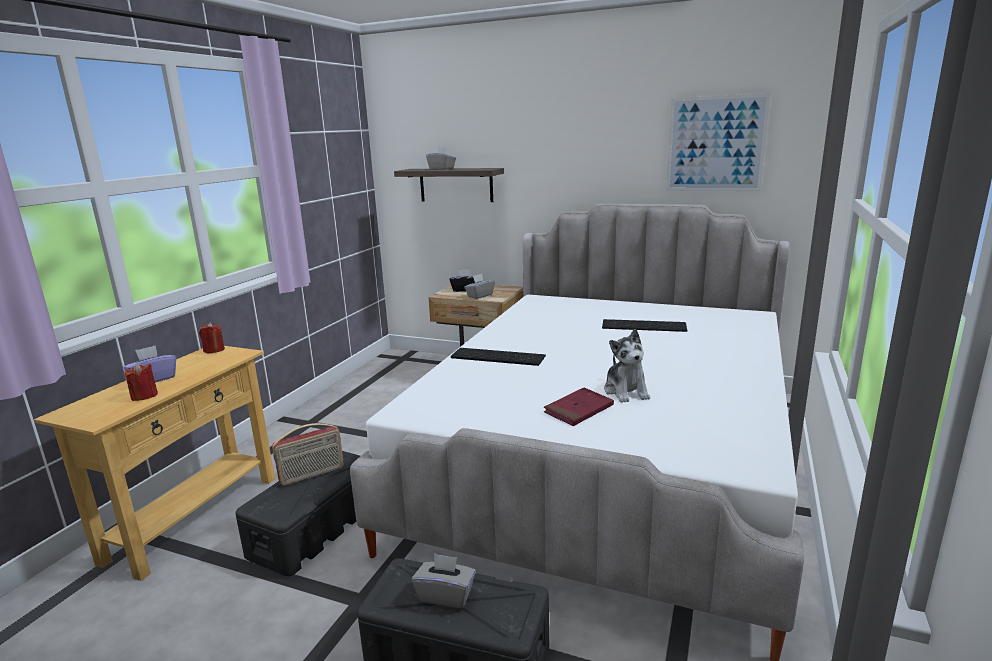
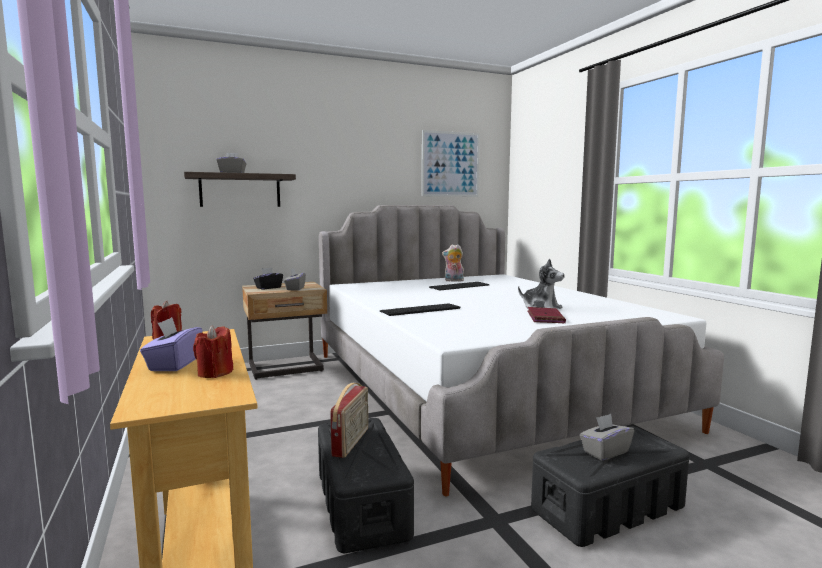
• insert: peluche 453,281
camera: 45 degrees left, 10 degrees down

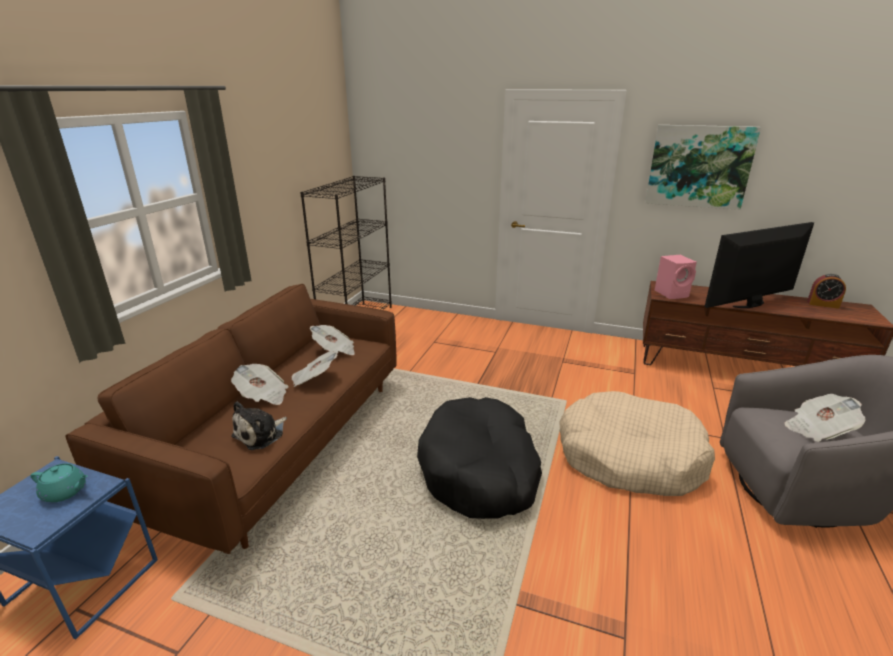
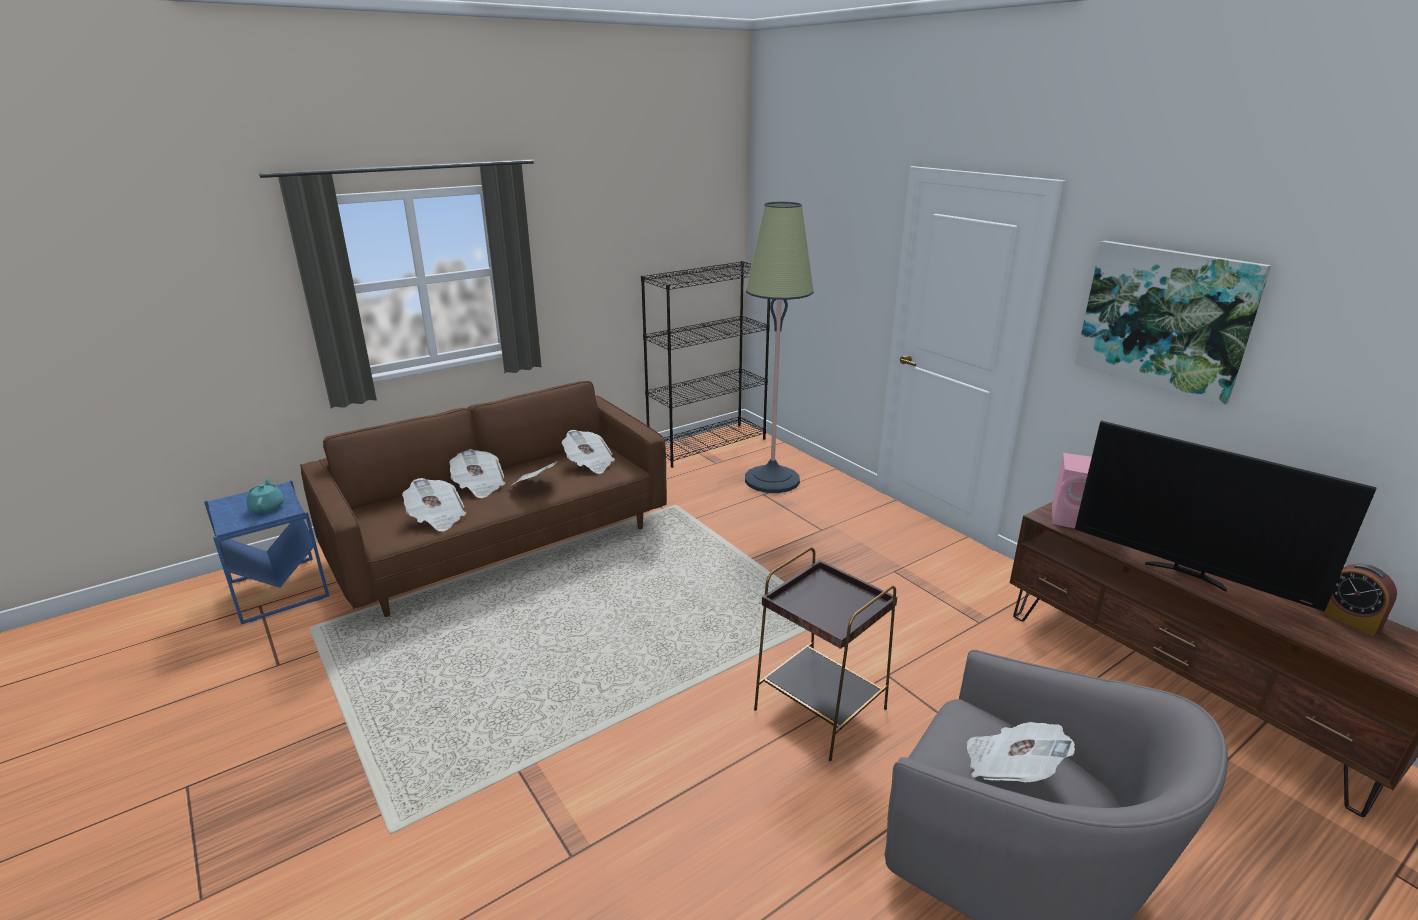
• rotate: théière (turquoise) 65,492 = 267,507 150 degrees counterclockwise
• replace: peluche 261,434 to journal 437,518
• insert: lampadaire 772,480
• replace: panier pour chien (beige) 629,457 to table d'appoint (marron) 820,710
• rotate: téléviseur 751,305 = 1187,574 150 degrees counterclockwise
• delete: panier pour chien (noir) 480,470
camera: 35 degrees right, 0 degrees up

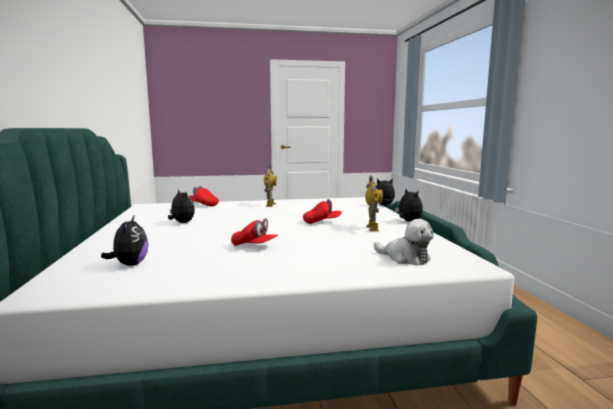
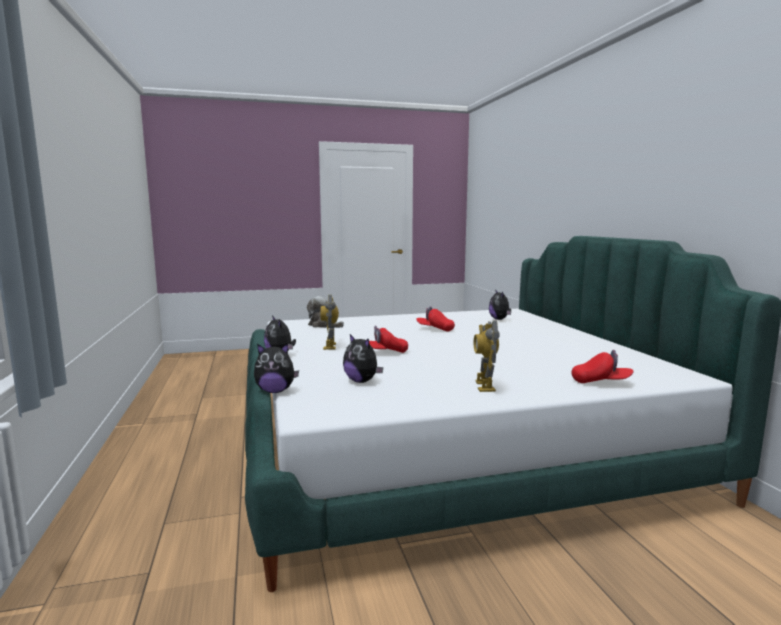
• move: peluche 182,223 to 362,381
camera: 175 degrees right, 0 degrees up

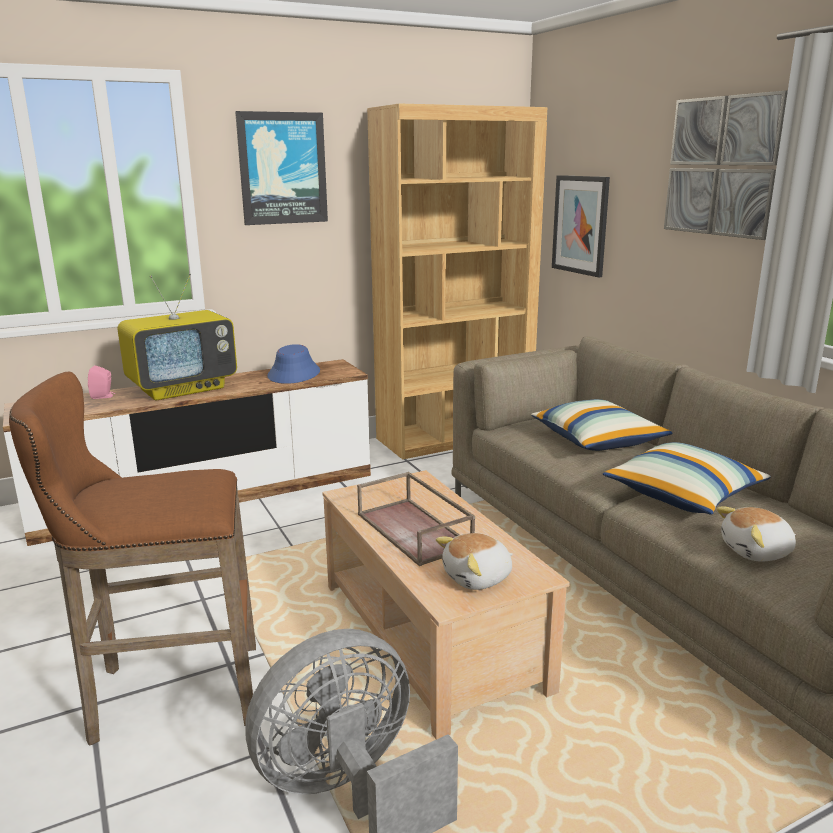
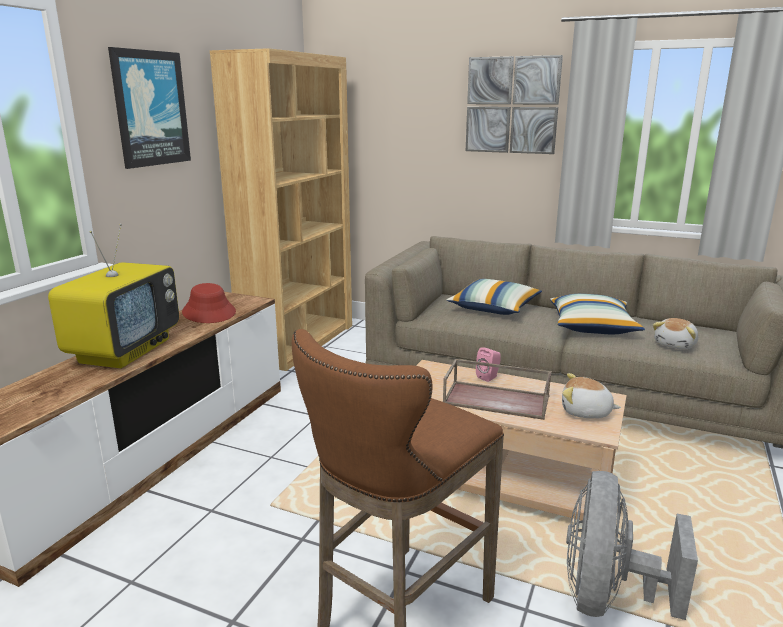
• recolor: chapeau (bleu) 294,374 to chapeau (rouge) 209,312
• move: enceinte (rose) 103,396 to 489,377
• rotate: peluche 478,578 = 586,412 90 degrees clockwise
• delete: tableau 580,225
camera: 40 degrees left, 0 degrees up

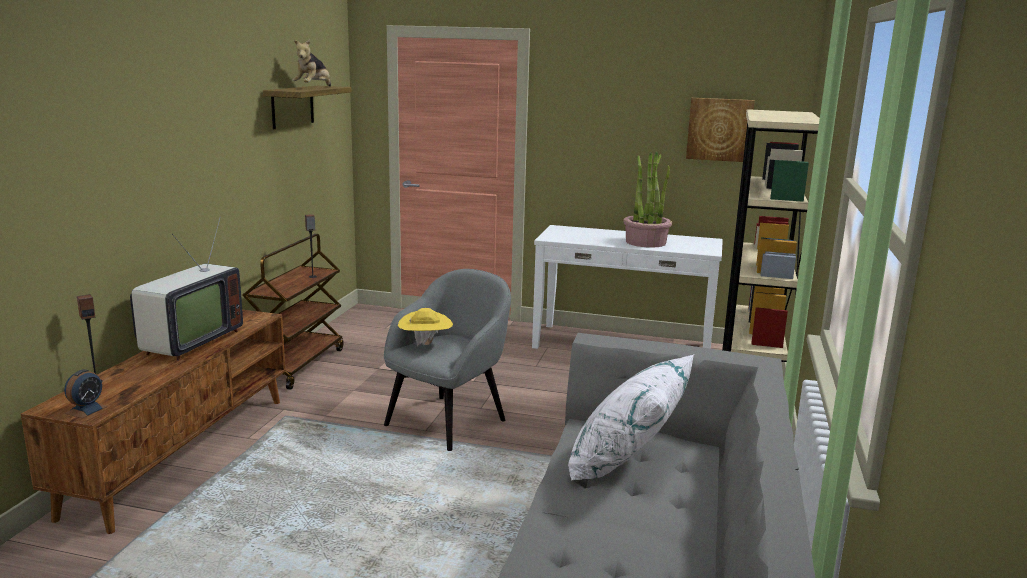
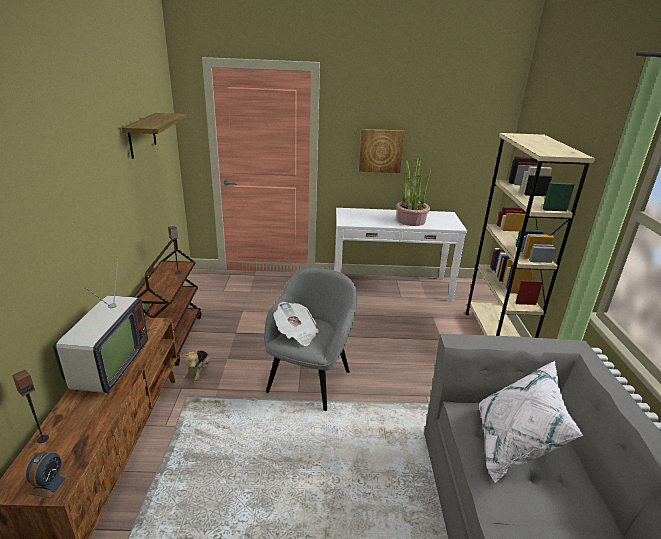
• move: peluche 313,88 to 198,372
• replace: chapeau (jaune) 425,344 to journal 296,333
• move: tableau 719,129 to 381,150
camera: 15 degrees left, 10 degrees up

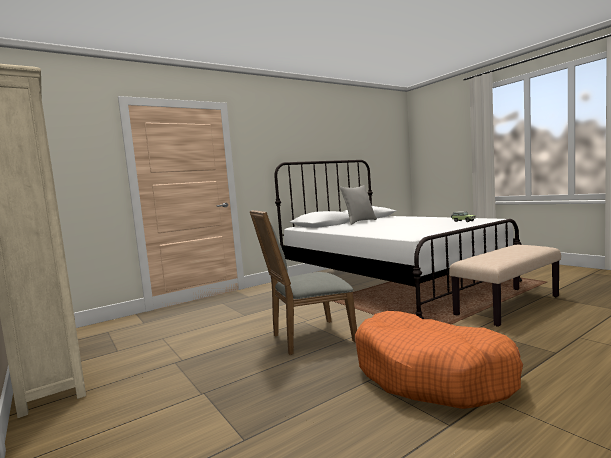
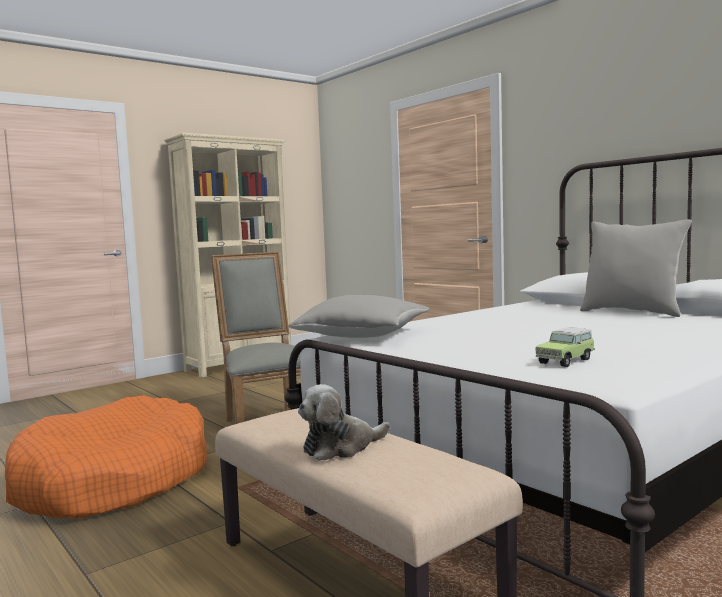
• insert: coussin (gris) 363,335
• insert: peluche 341,447
camera: 85 degrees right, 0 degrees up

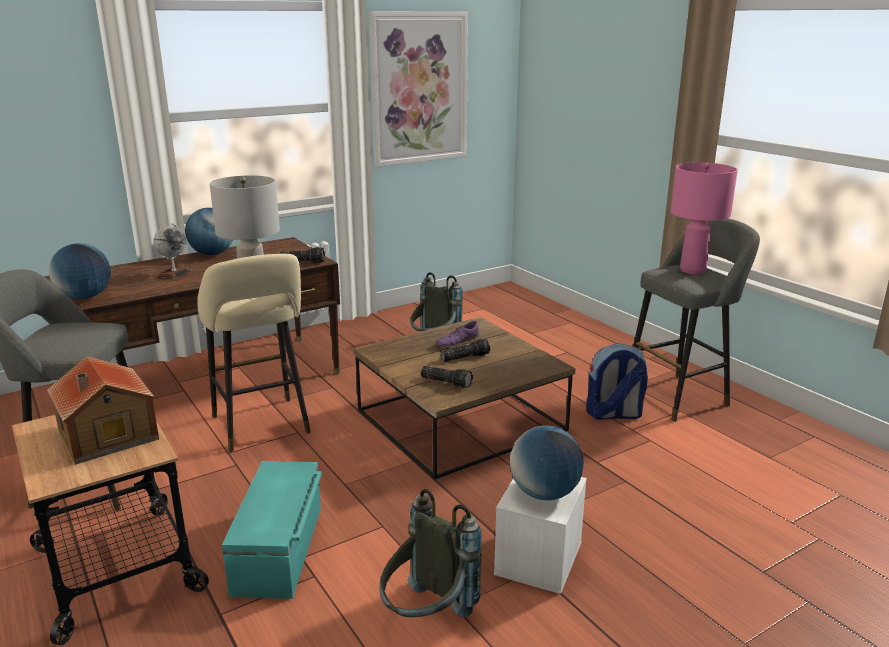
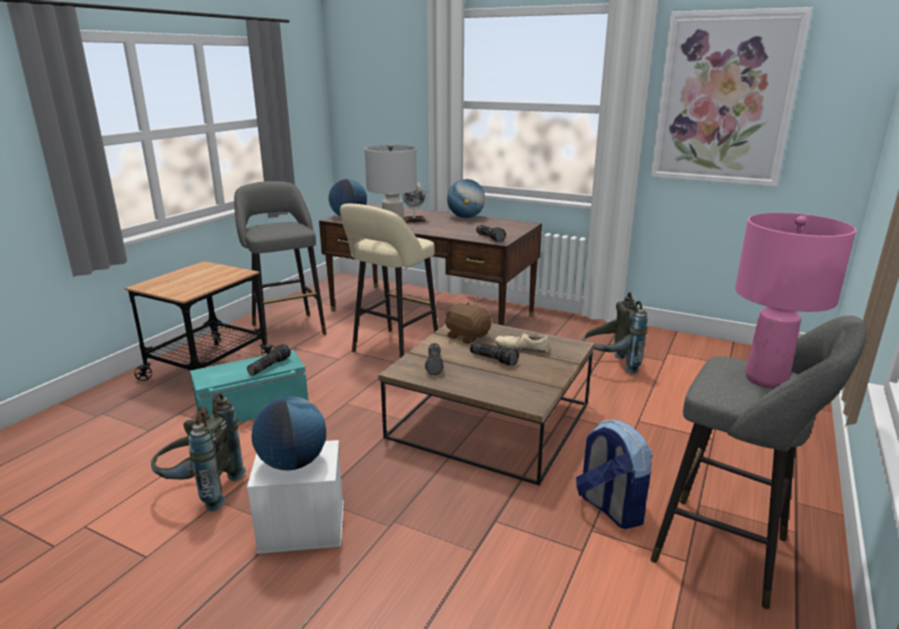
• insert: lampe de poche 269,366
• insert: peluche (marron) 467,336
• recolor: chaussure (violet) 457,342 to chaussure (beige) 521,348
• delete: maison miniature 106,436
camera: 60 degrees right, 0 degrees up

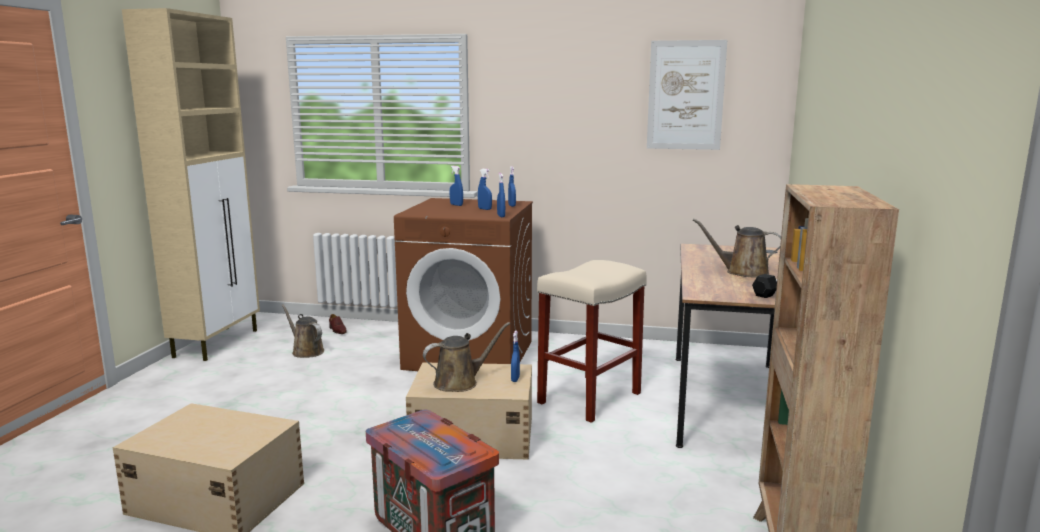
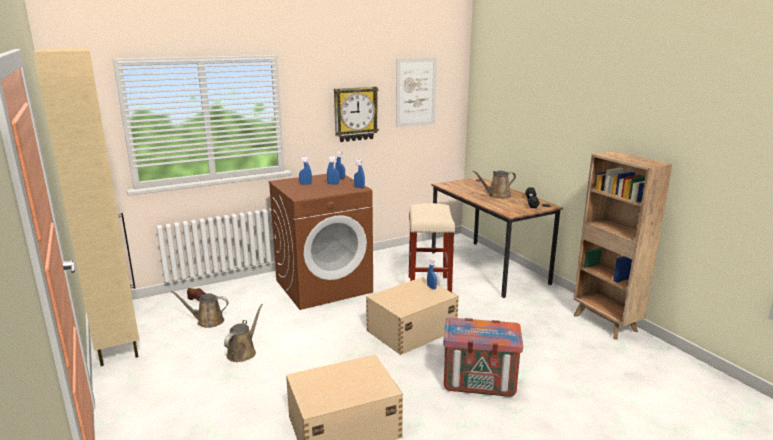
• move: arrosoir (marron) 460,382 to 243,352
• insert: horloge murale 355,114
camera: 40 degrees left, 5 degrees up

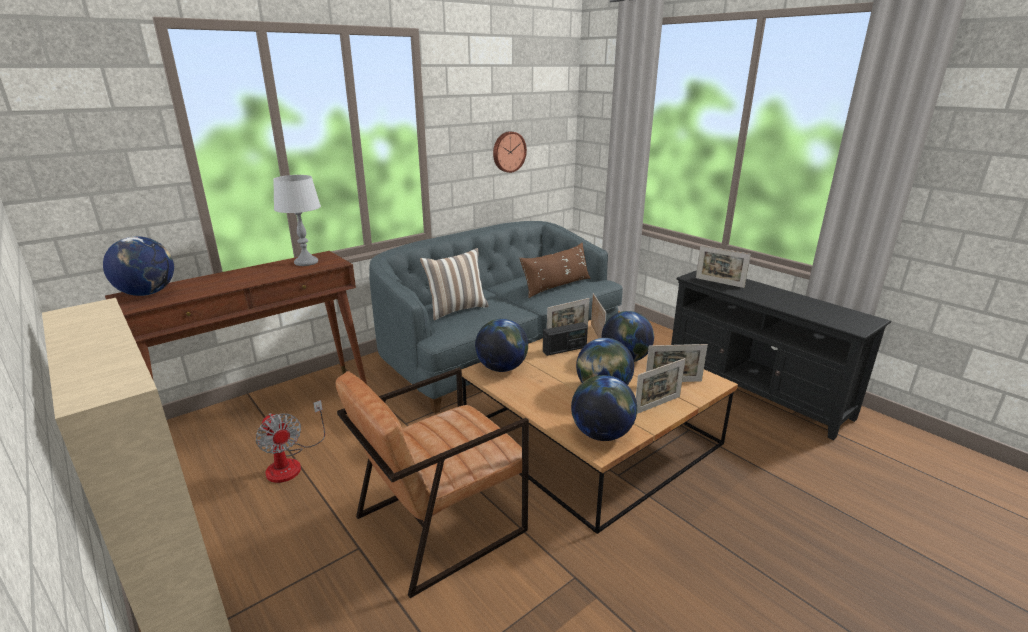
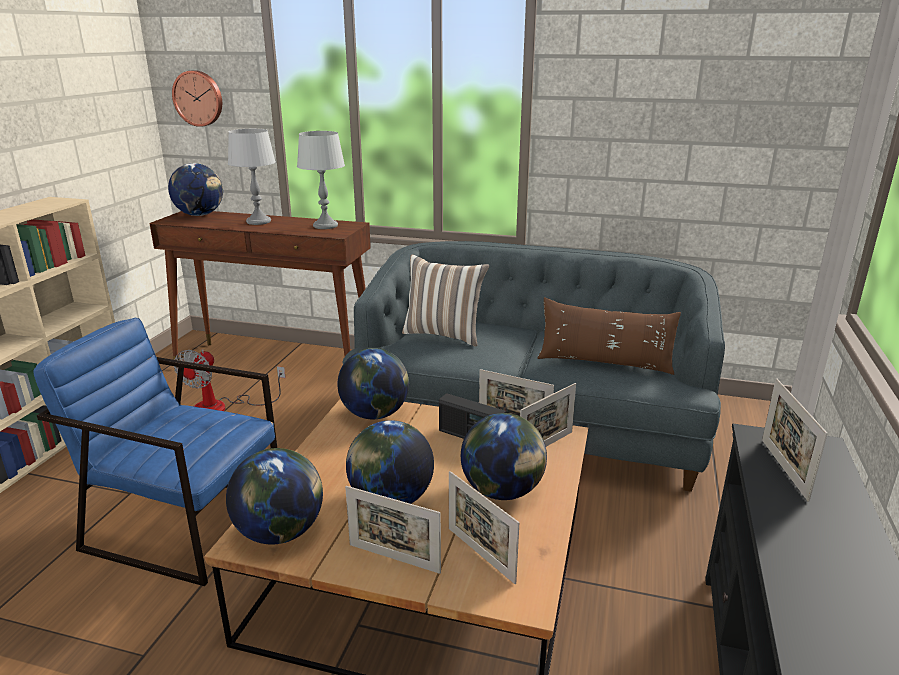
• recolor: fauteuil (marron) 440,523 to fauteuil (bleu) 186,522
• move: horloge murale 508,152 to 199,98
• insert: lampe de table (gris) 258,221
camera: 55 degrees right, 0 degrees up

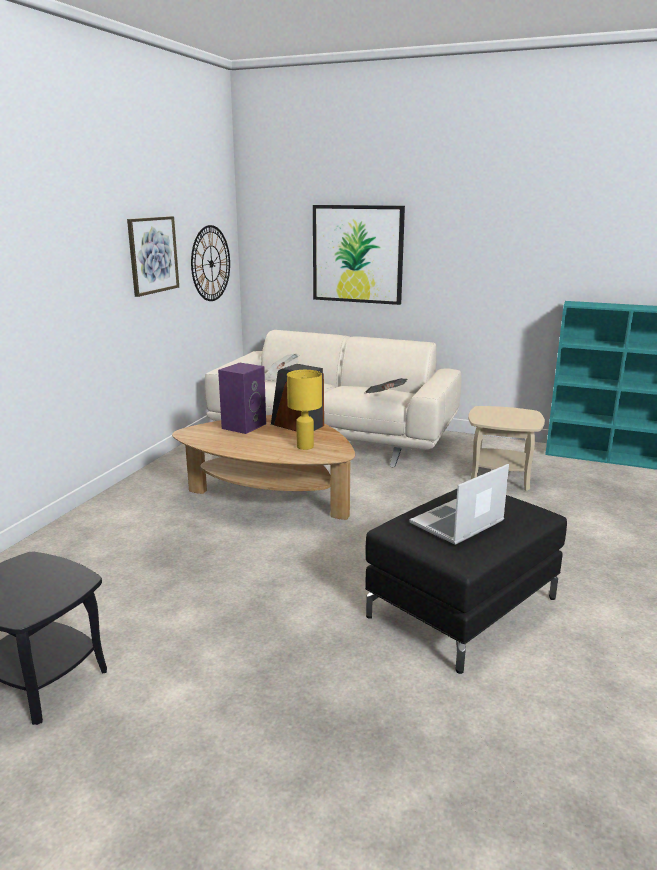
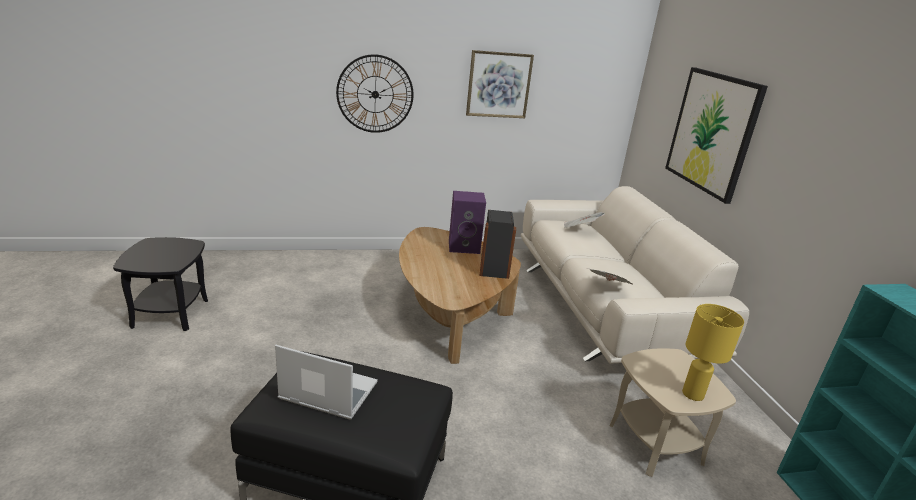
• move: horloge murale 211,263 to 375,94
• move: lampe de table (jaune) 305,446 to 693,394
camera: 55 degrees right, 5 degrees up

